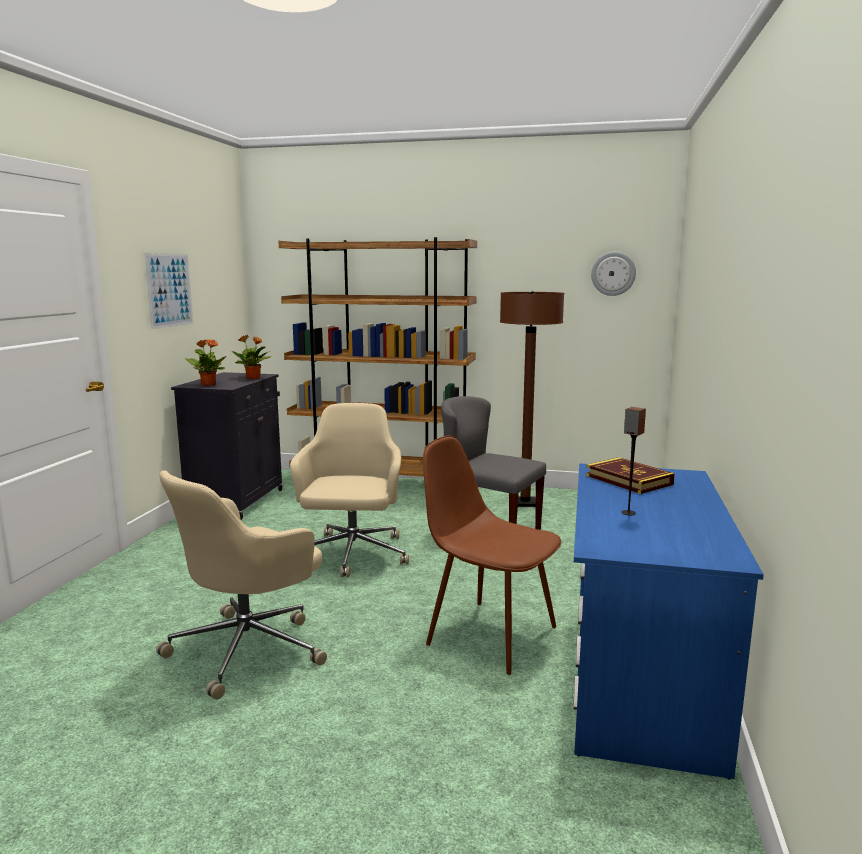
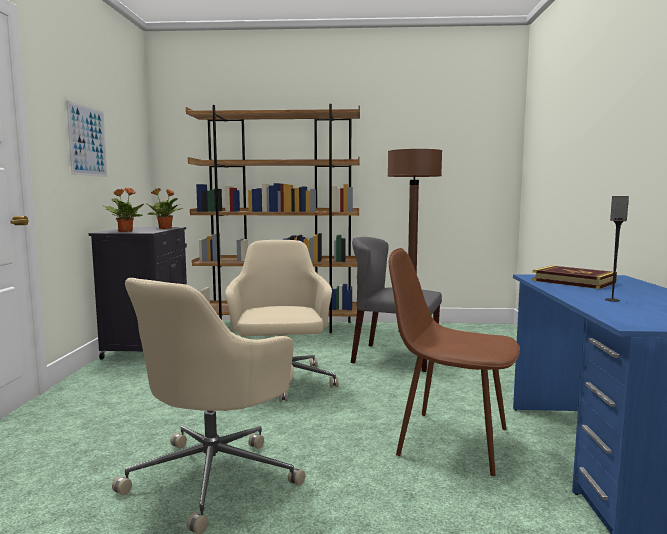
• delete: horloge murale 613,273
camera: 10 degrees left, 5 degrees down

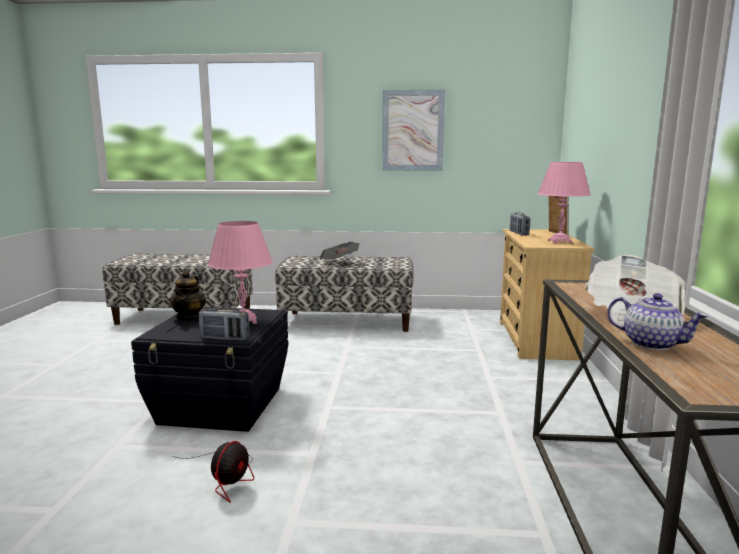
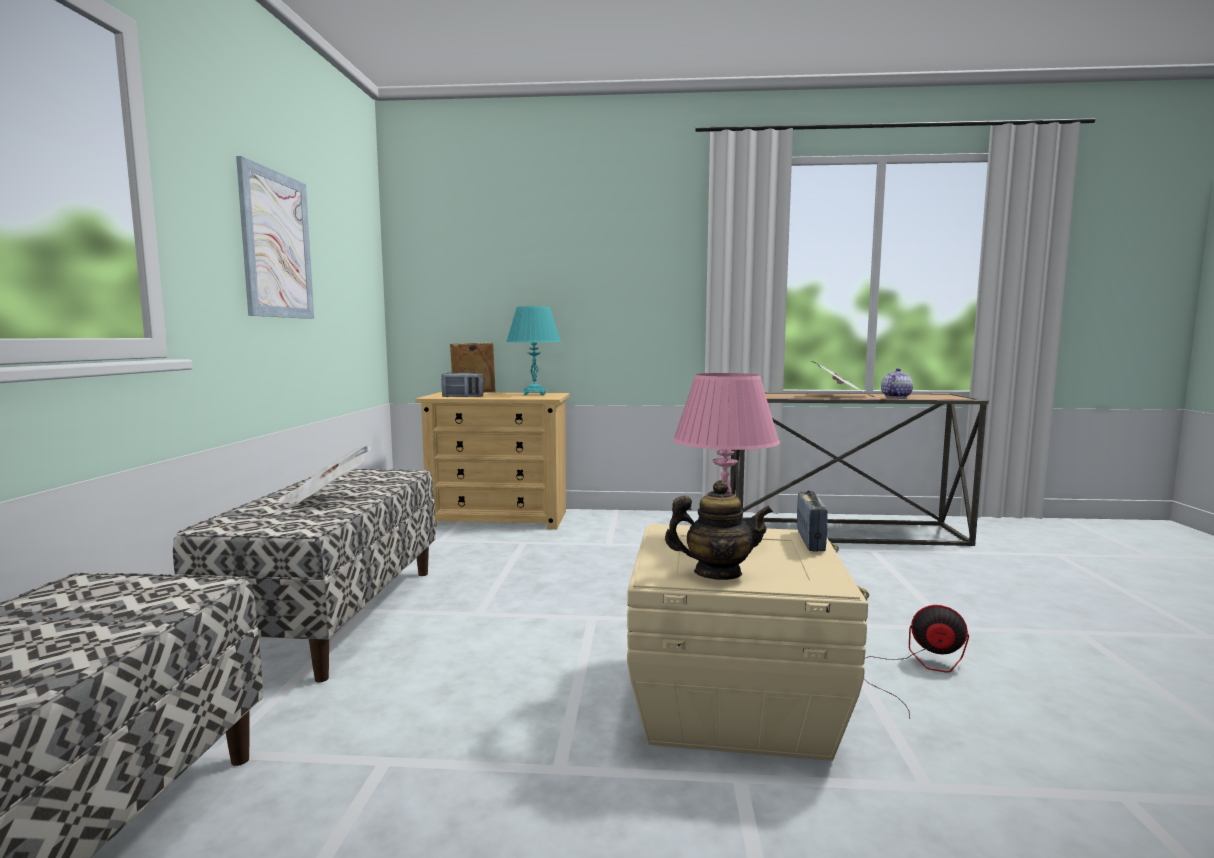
• recolor: lampe de table (rose) 559,242 to lampe de table (turquoise) 534,394
• recolor: boîte de rangement (noir) 222,406 to boîte de rangement (beige) 735,701
camera: 90 degrees left, 5 degrees down

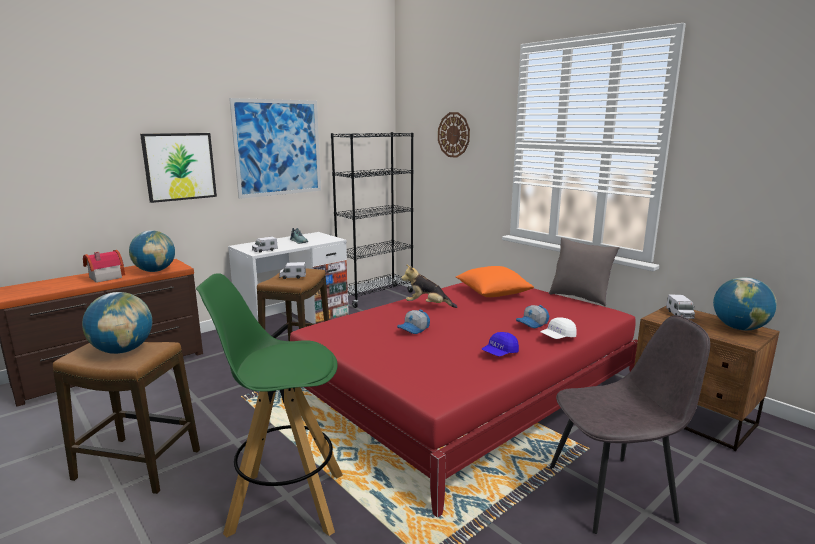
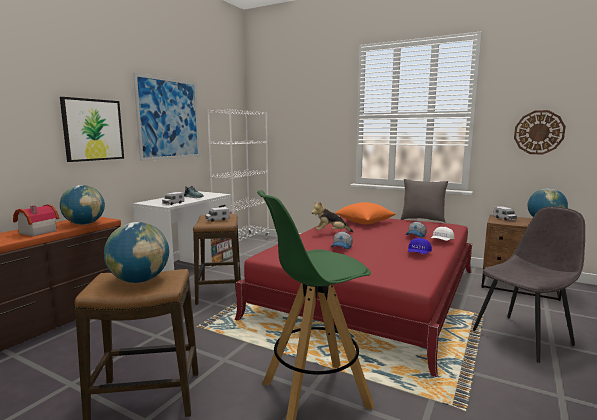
• recolor: bibliothèque (noir) 376,296 to bibliothèque (blanc) 242,243
• move: horloge murale 454,135 to 538,132
camera: 20 degrees left, 5 degrees down

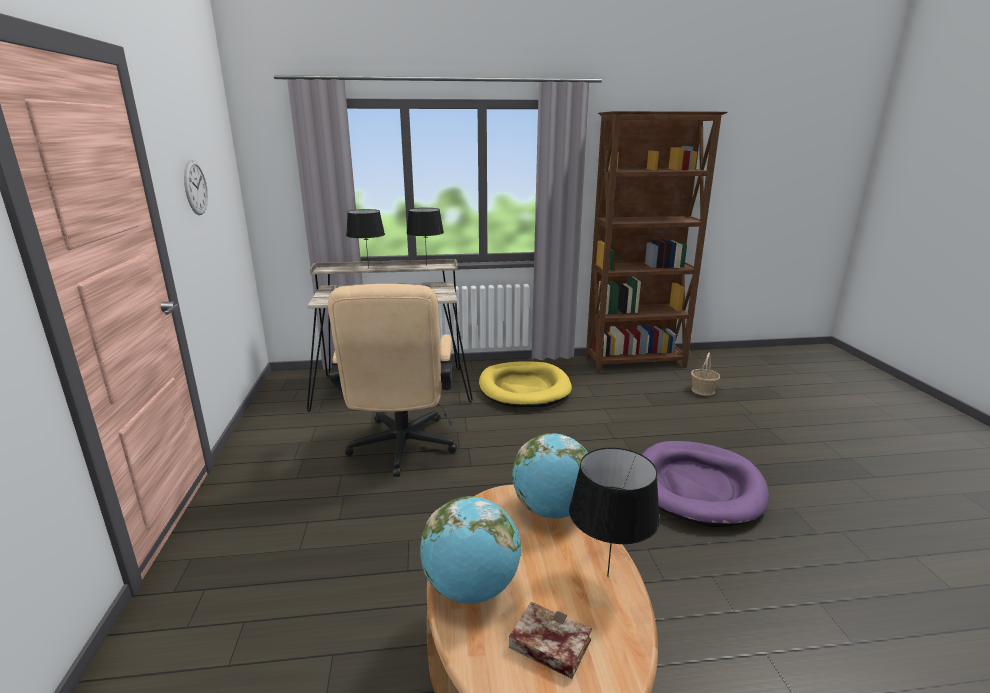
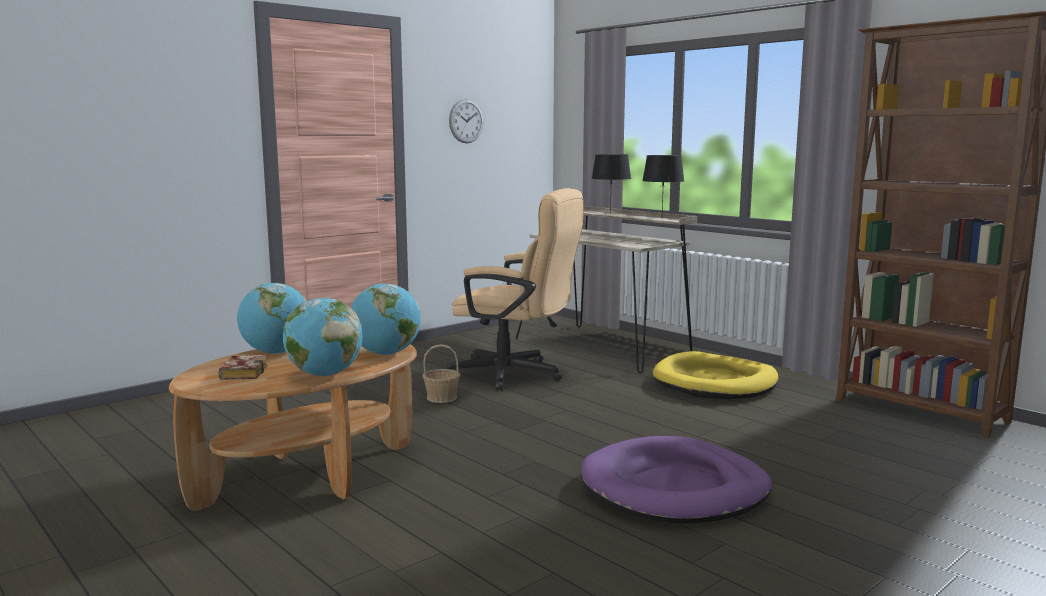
• replace: lampe de table (noir) 607,576 to globe 324,375
• move: panier 703,390 to 442,398
• rotate: chaise de bureau (beige) 401,450 = 515,375 120 degrees counterclockwise
camera: 55 degrees right, 10 degrees down

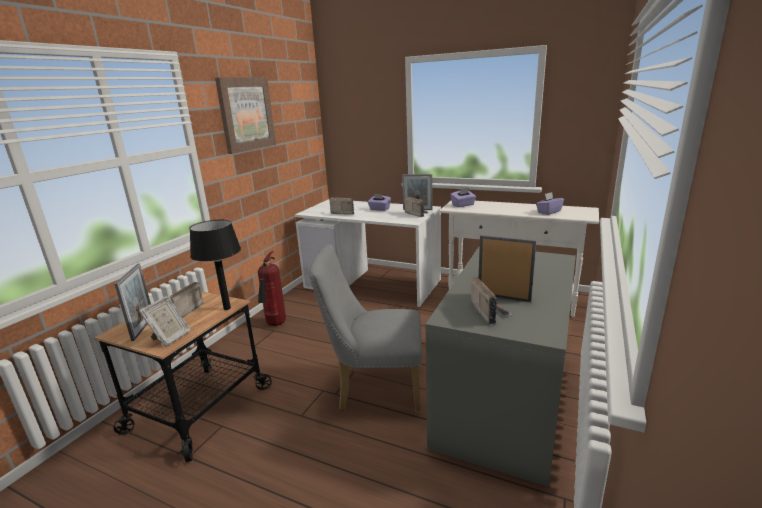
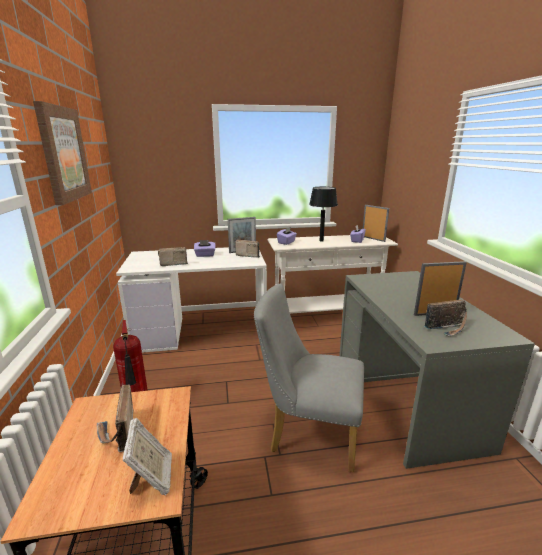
• rotate: chaise (gris) 374,388 = 308,432 45 degrees clockwise
• move: lampe de table (noir) 226,308 to 321,241
• move: cadre photo 143,327 to 373,239
• rotate: radio 489,312 = 448,329 120 degrees clockwise
camera: 35 degrees left, 0 degrees up

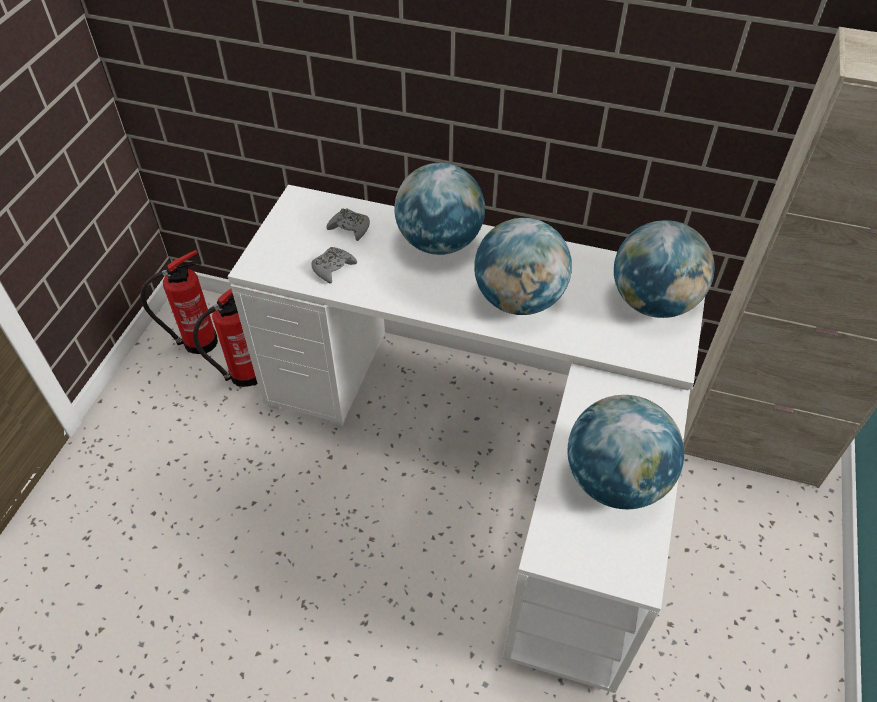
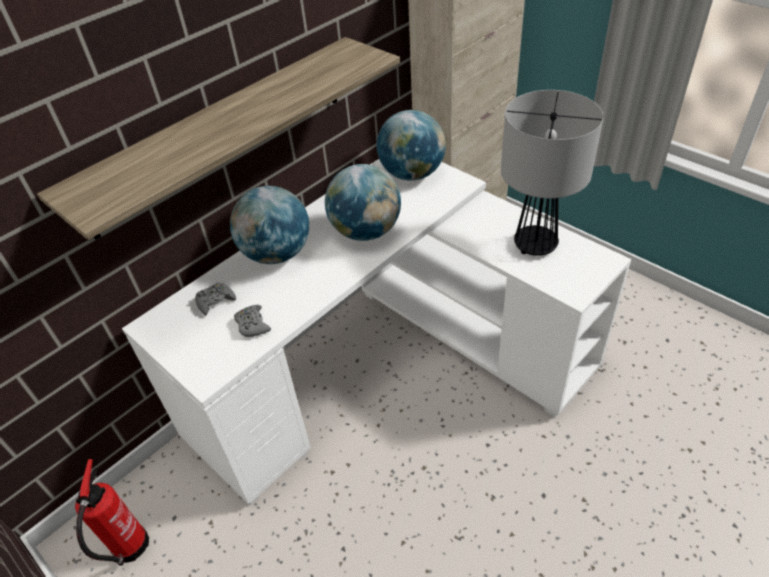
• insert: étagère 220,134
• replace: globe 615,480 to lampe de table 534,245
• delete: extincteur 243,375
camera: 60 degrees left, 5 degrees down

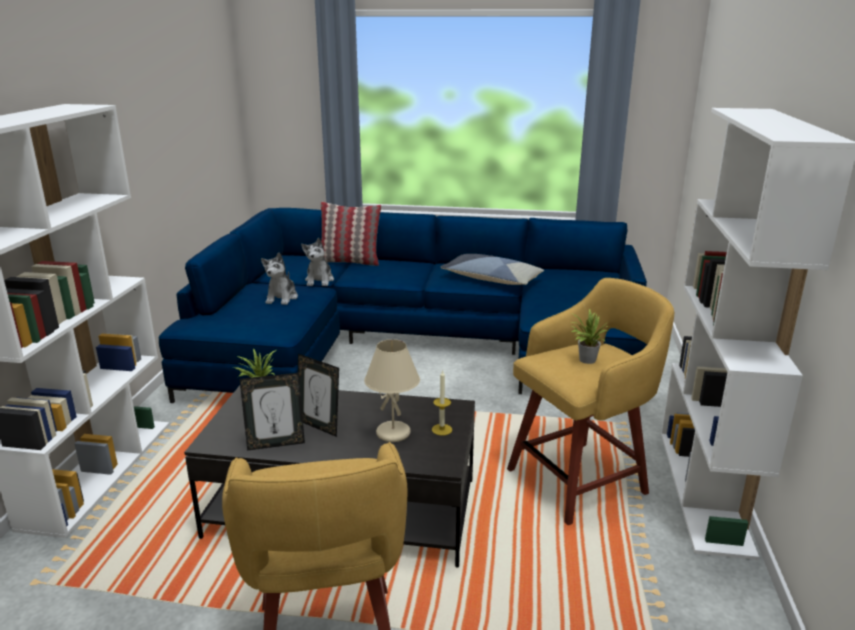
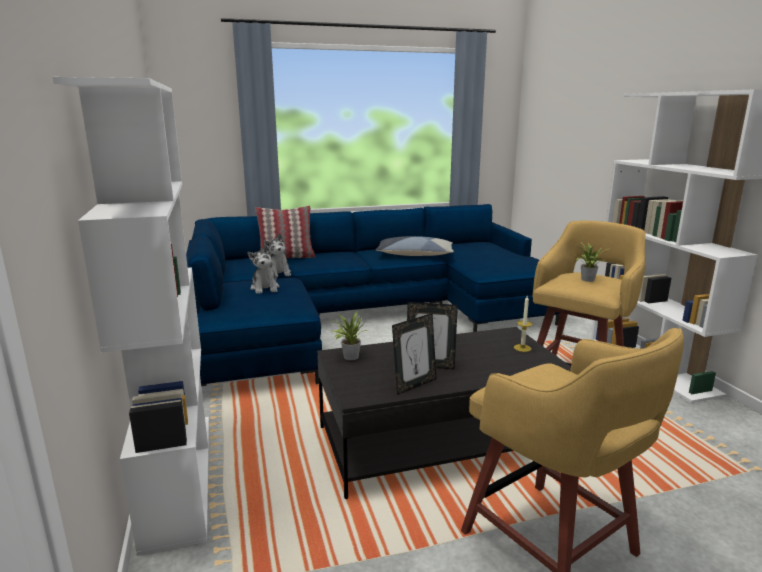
• delete: lampe de table (beige) 394,433
camera: 25 degrees left, 5 degrees down

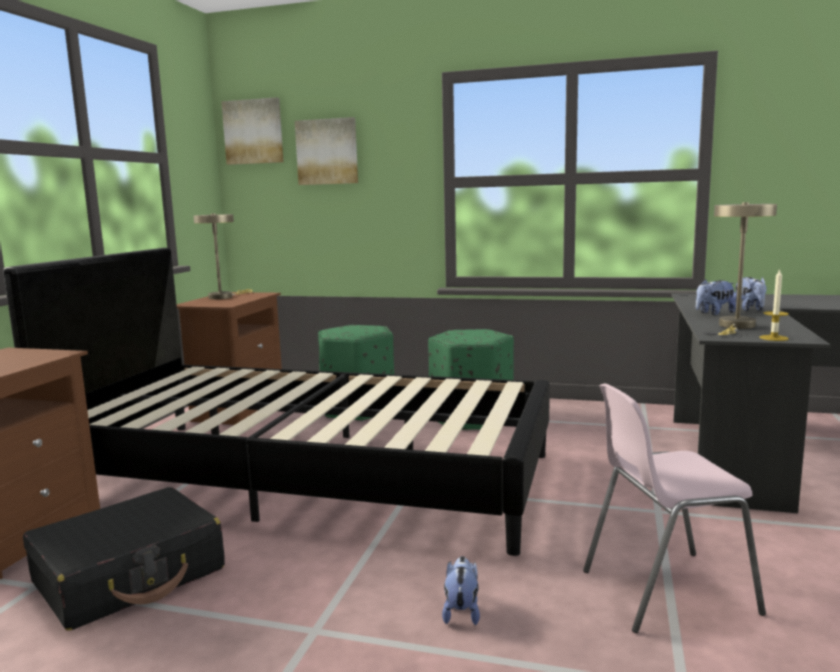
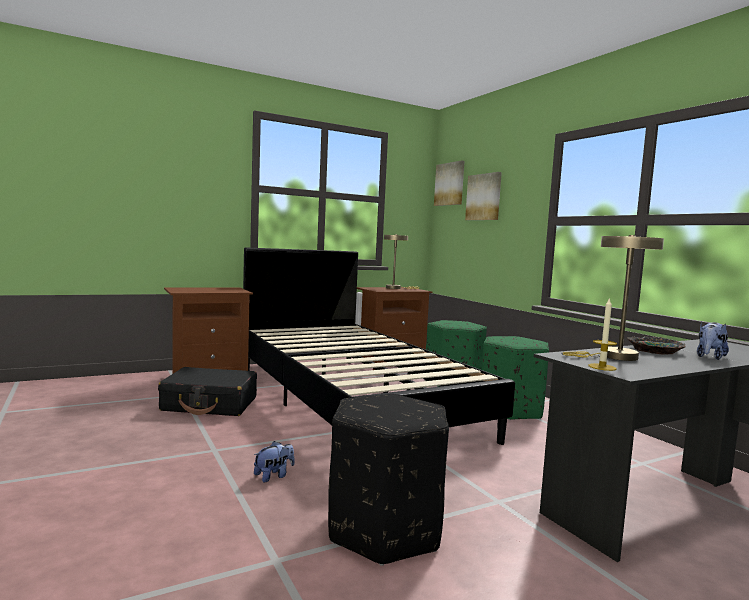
• replace: chaise (rose) 665,590 to pouf (noir) 385,529
• replace: peluche 714,313 to bol 655,350
camera: 45 degrees right, 5 degrees down

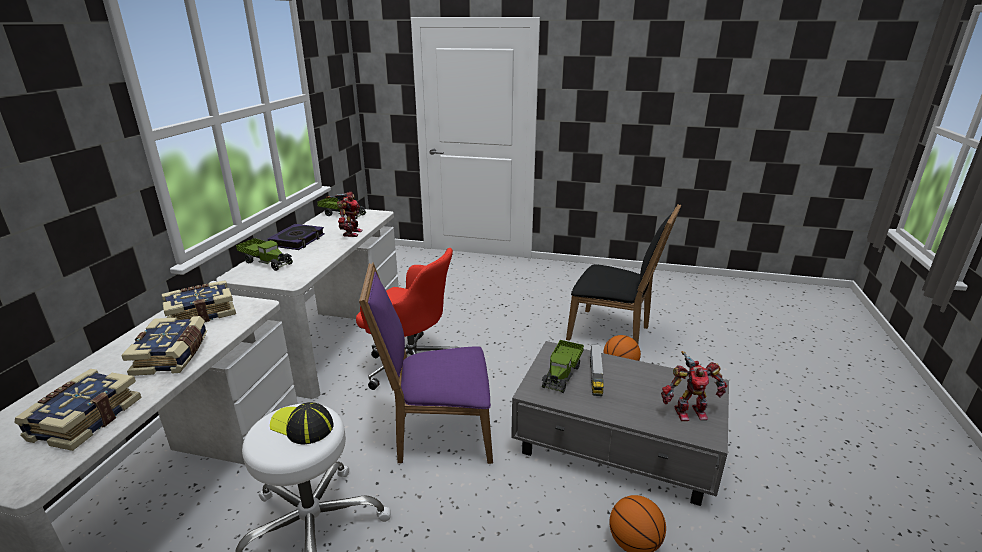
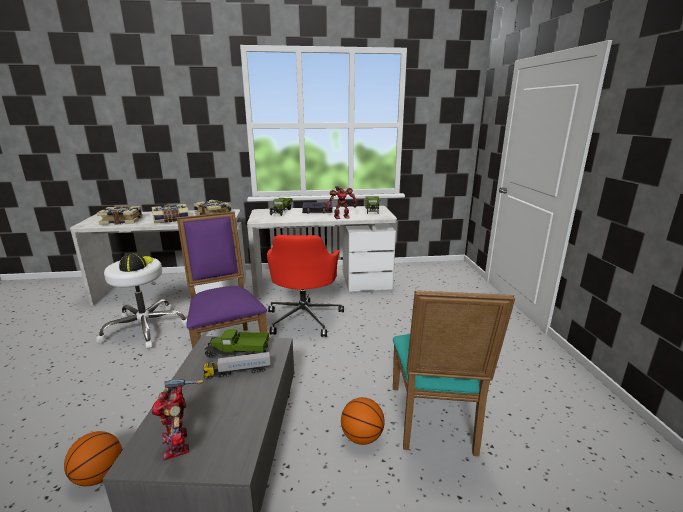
• recolor: chaise (noir) 613,333 to chaise (turquoise) 436,423
camera: 70 degrees right, 5 degrees down

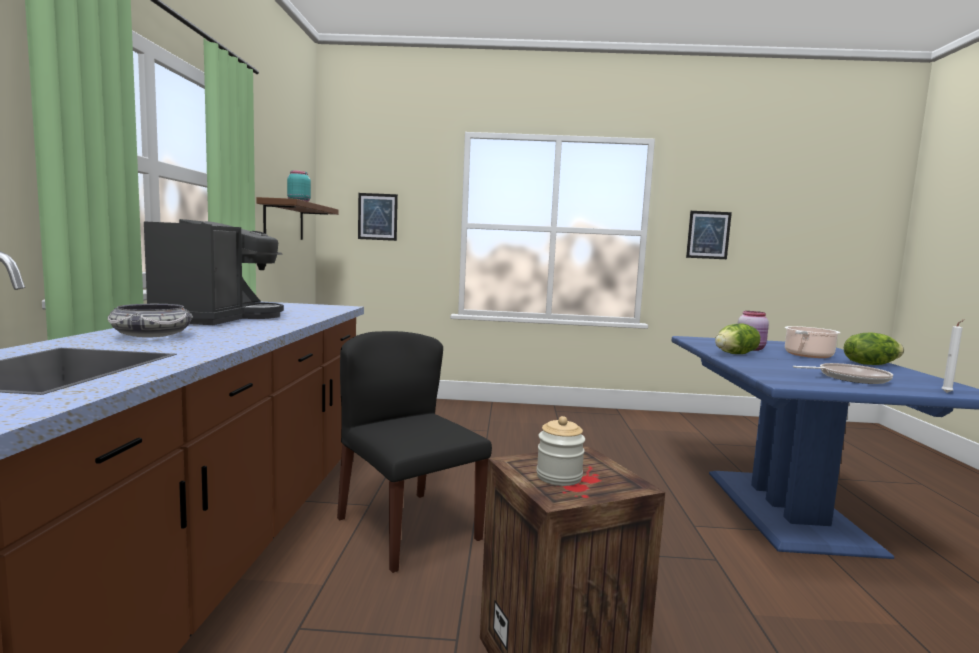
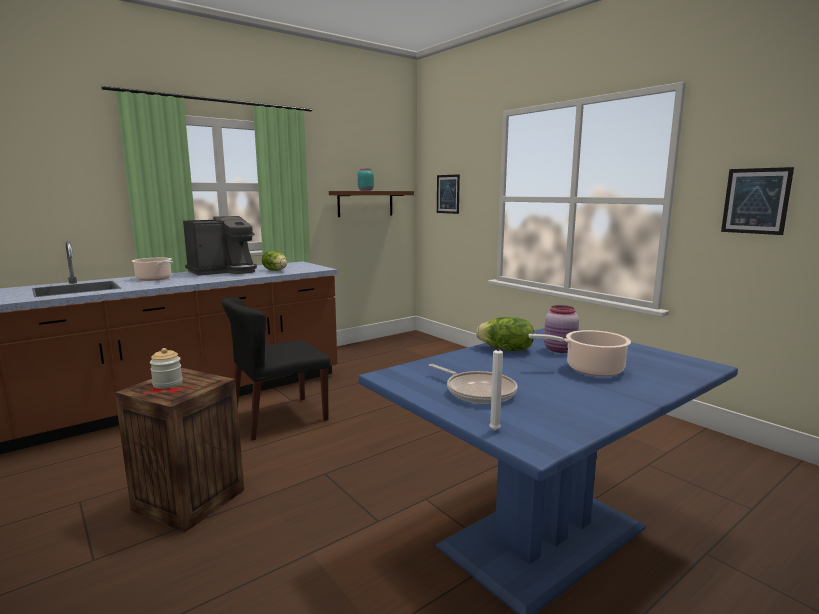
• replace: bol 152,336 to marmite 155,279
• rotate: chaise (noir) 407,528 = 279,418 135 degrees counterclockwise
• move: laitue 870,364 to 275,270
camera: 50 degrees right, 5 degrees up

